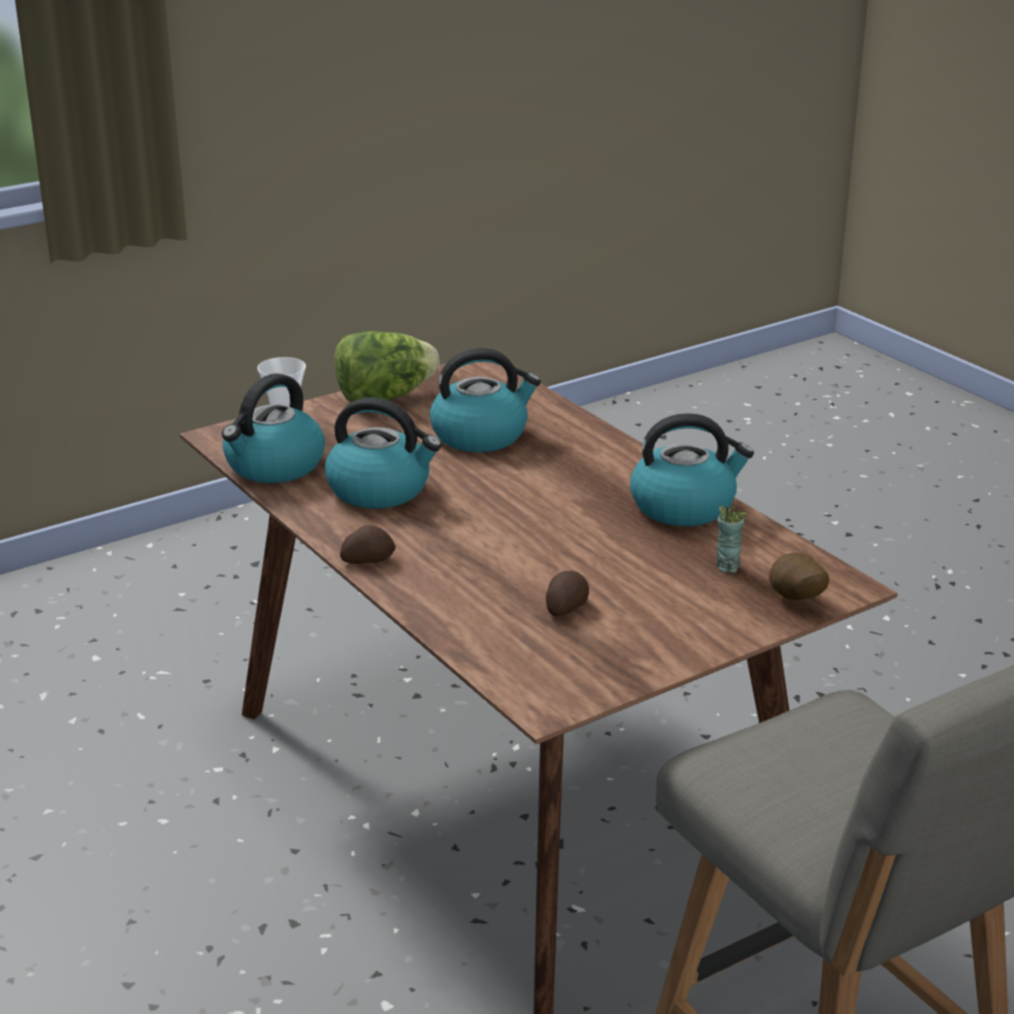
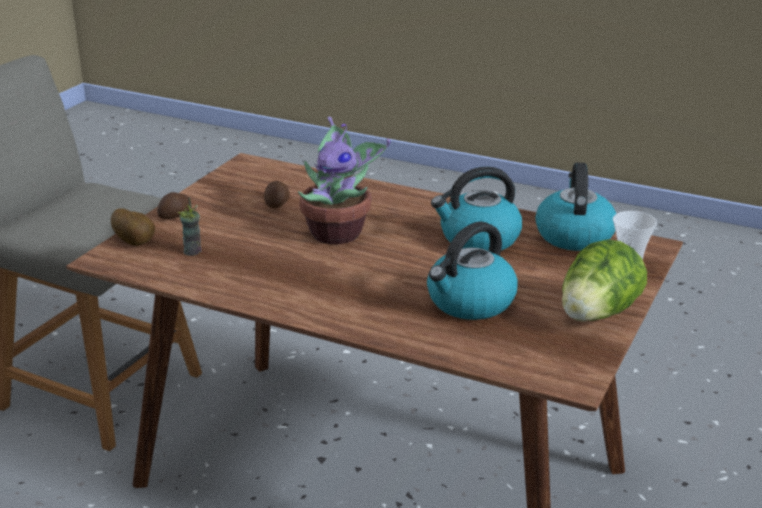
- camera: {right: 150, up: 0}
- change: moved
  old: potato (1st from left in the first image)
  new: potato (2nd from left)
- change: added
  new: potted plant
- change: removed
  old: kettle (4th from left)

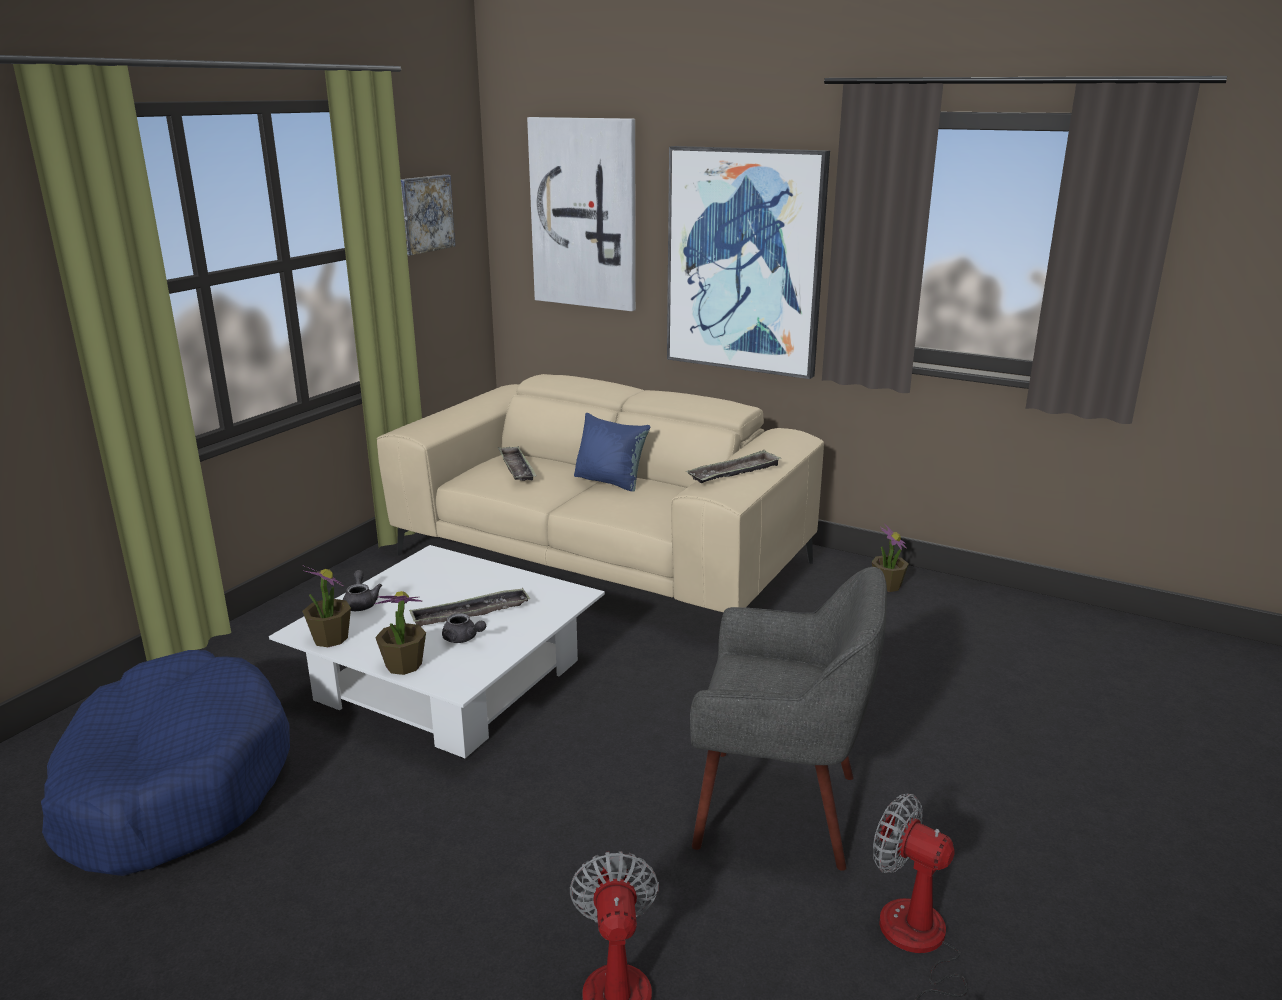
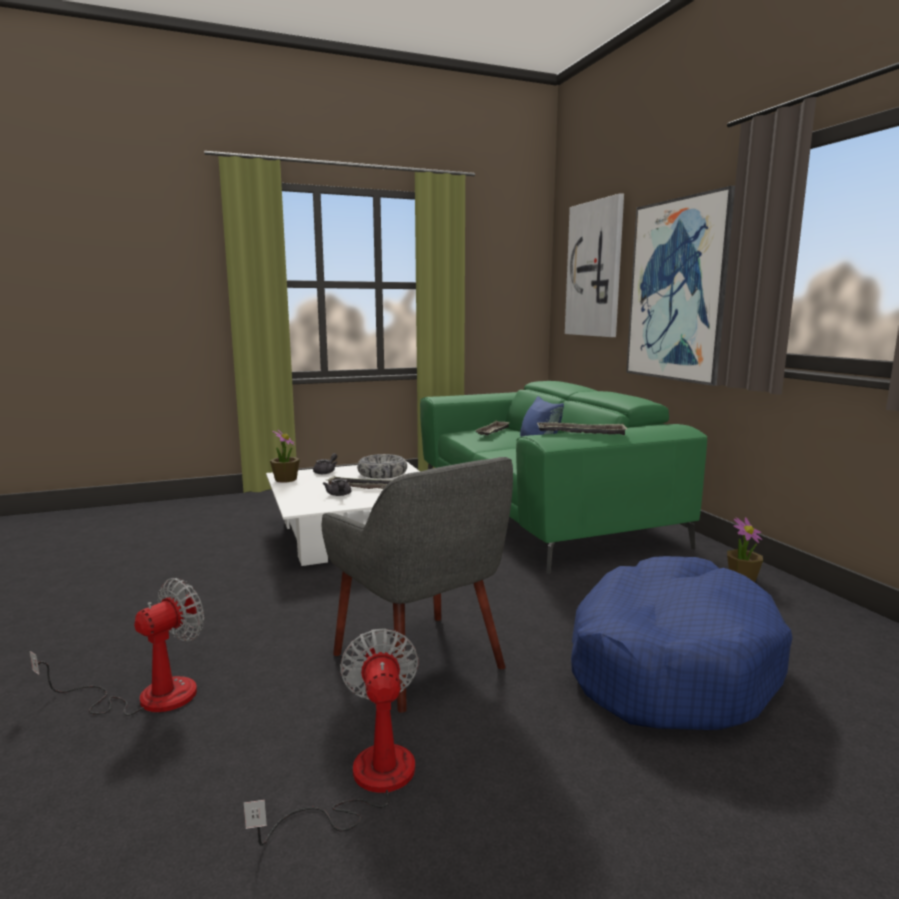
- camera: {right: 40, up: -10}
- change: added
  new: bowl
- change: recoloured
  old: beige sofa
  new: green sofa
- change: moved
  old: blue dog bed
- change: removed
  old: potted plant (2nd from left)
- change: removed
  old: picture (1st from left)

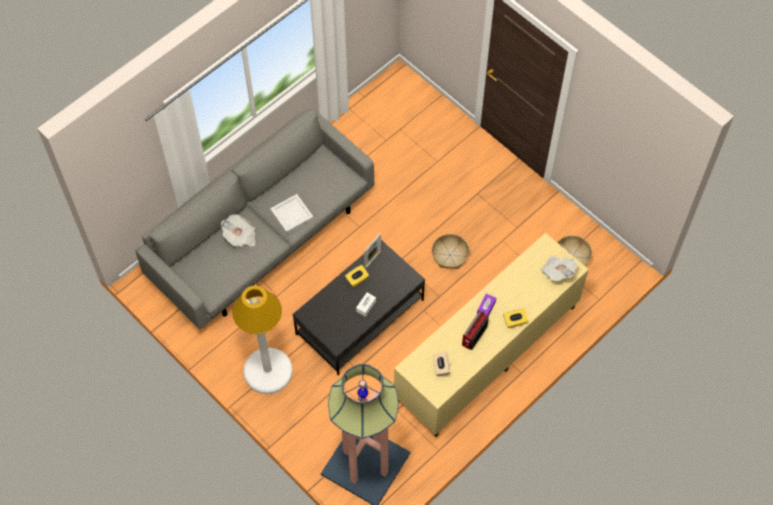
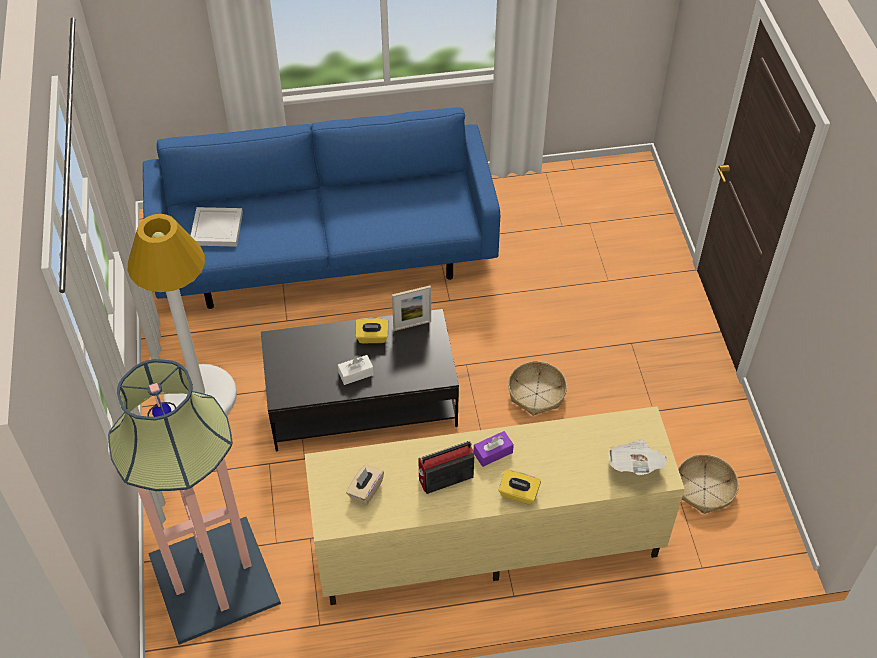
- camera: {right: 35, up: -10}
- change: recoloured
  old: grey sofa
  new: blue sofa
- change: moved
  old: white tray
- change: removed
  old: newspaper (1st from left)

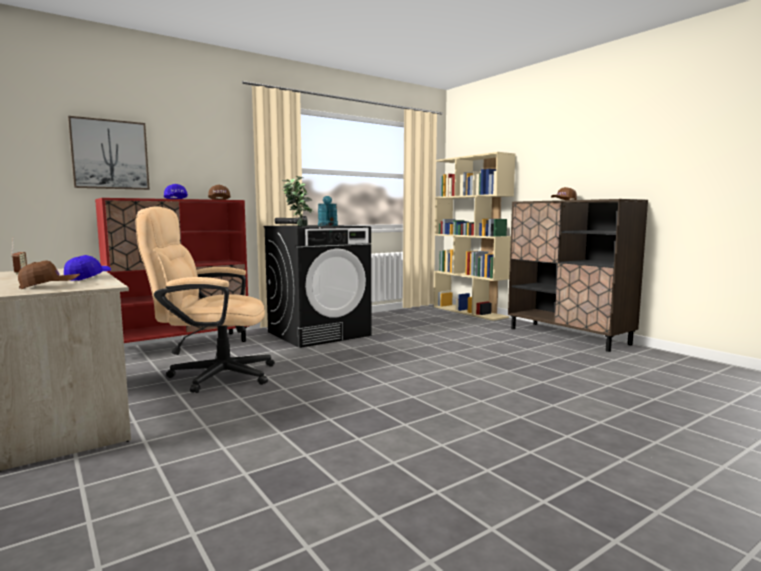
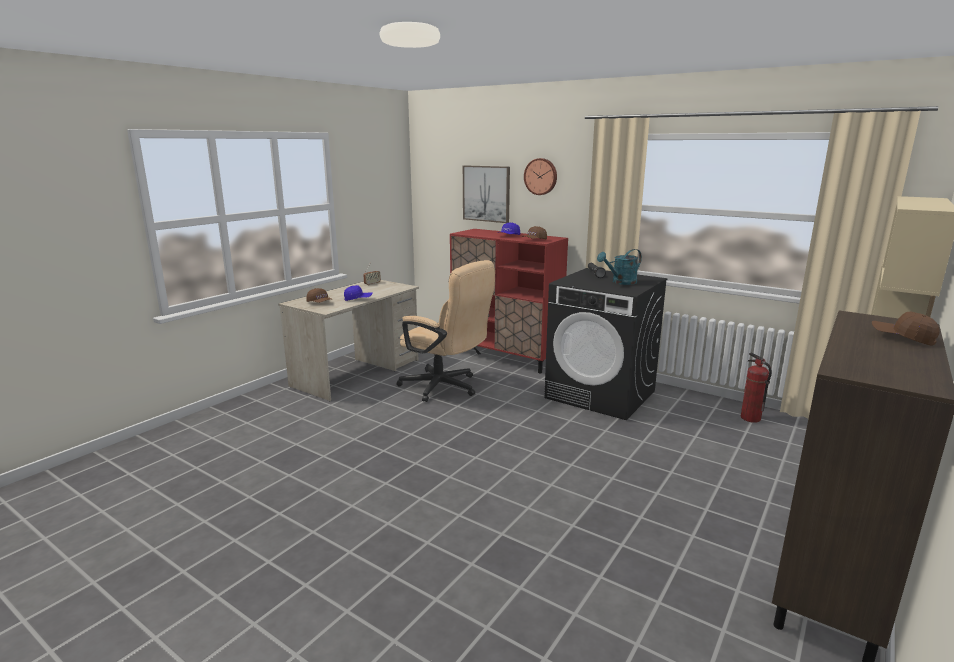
- camera: {right: 70, up: 10}
- change: turned
  old: beige office chair
  degrees: 150
- change: added
  new: wall clock
- change: added
  new: fire extinguisher
- change: removed
  old: potted plant

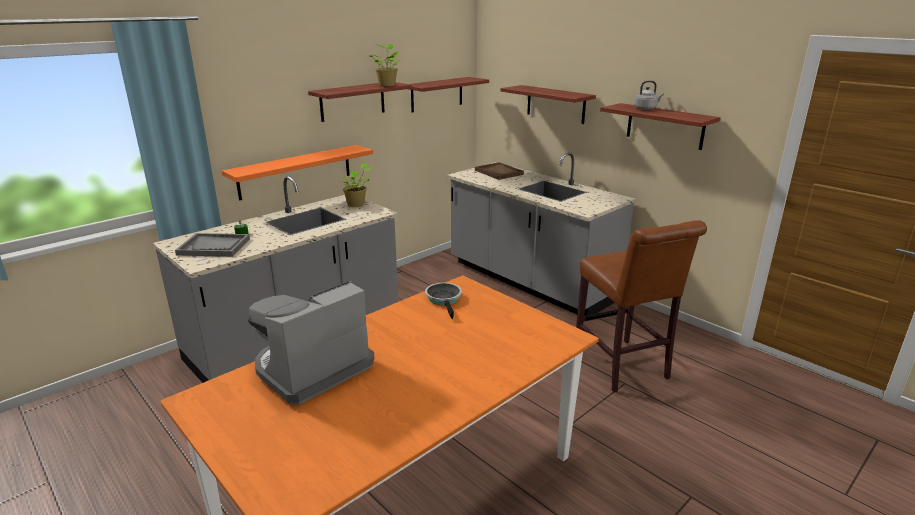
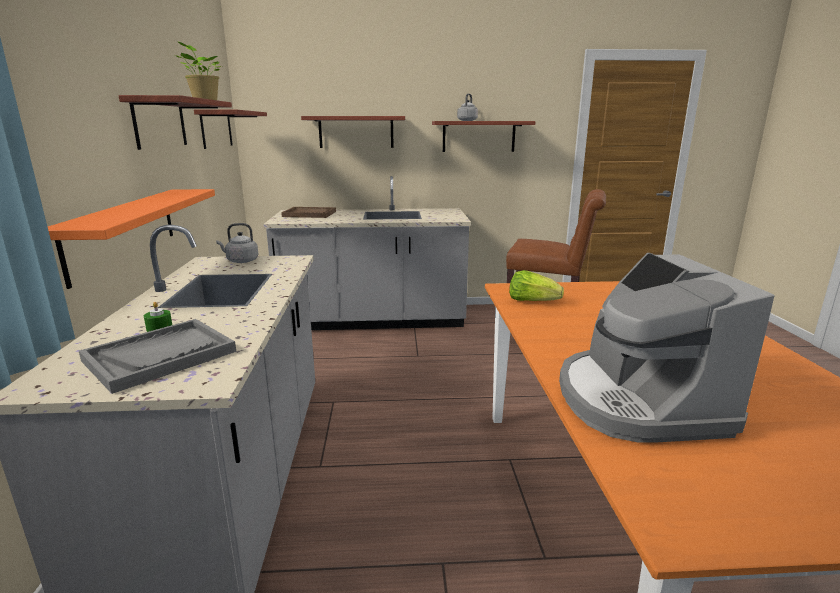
- camera: {right: -50, up: -5}
- change: replaced
  old: potted plant (1st from left)
  new: grey kettle (1st from left)
- change: replaced
  old: frying pan
  new: lettuce

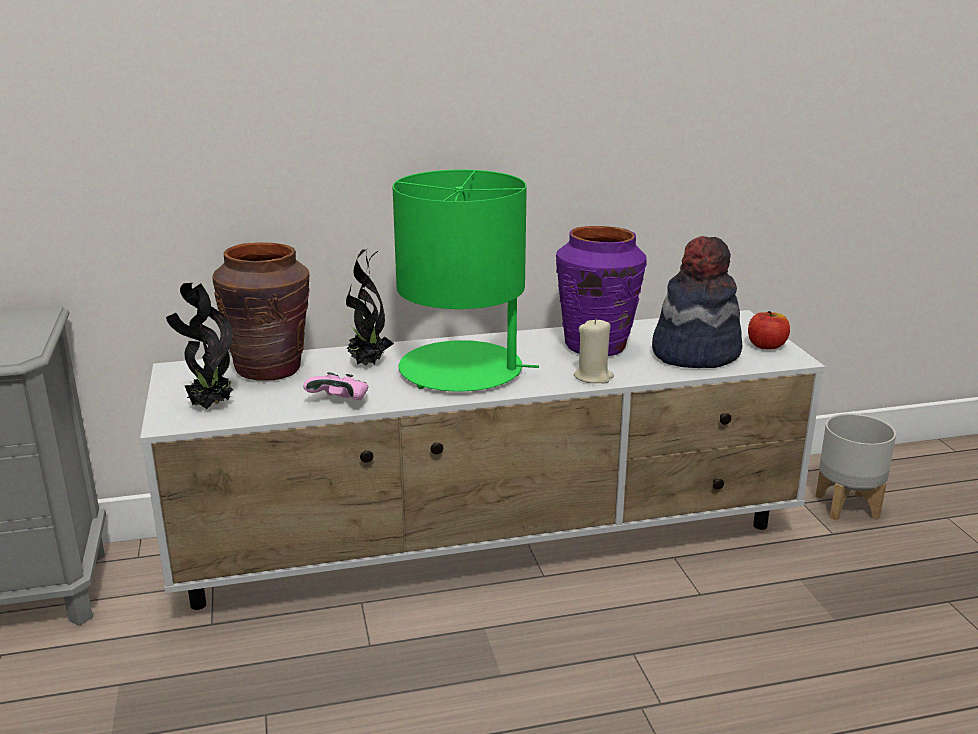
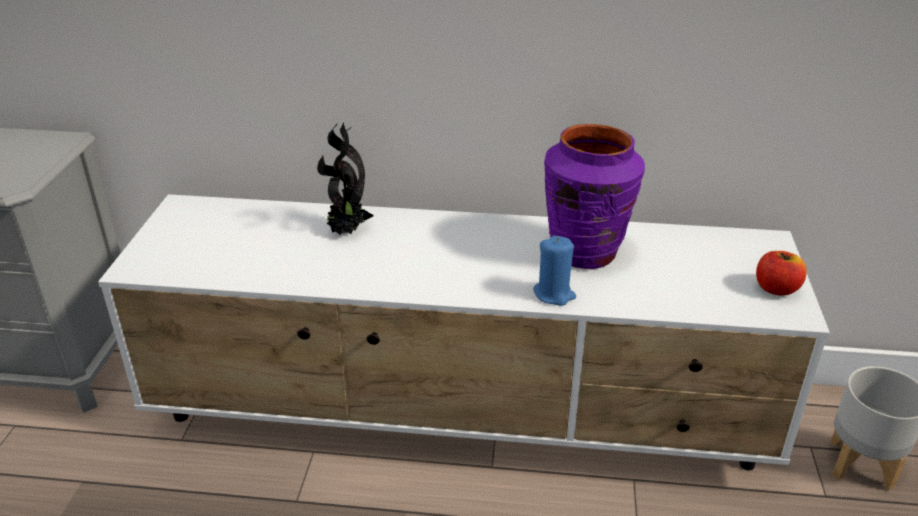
- camera: {right: 20, up: 10}
- change: recoloured
  old: beige candle
  new: blue candle
- change: removed
  old: potted plant (1st from left)
- change: removed
  old: brown vase
- change: removed
  old: pink game controller
- change: removed
  old: green table lamp
- change: removed
  old: hat

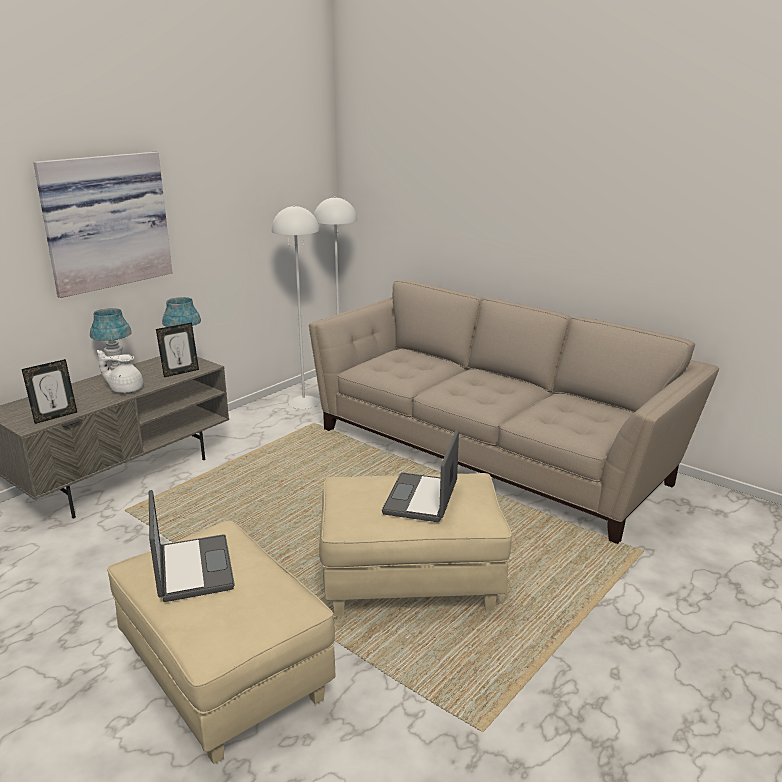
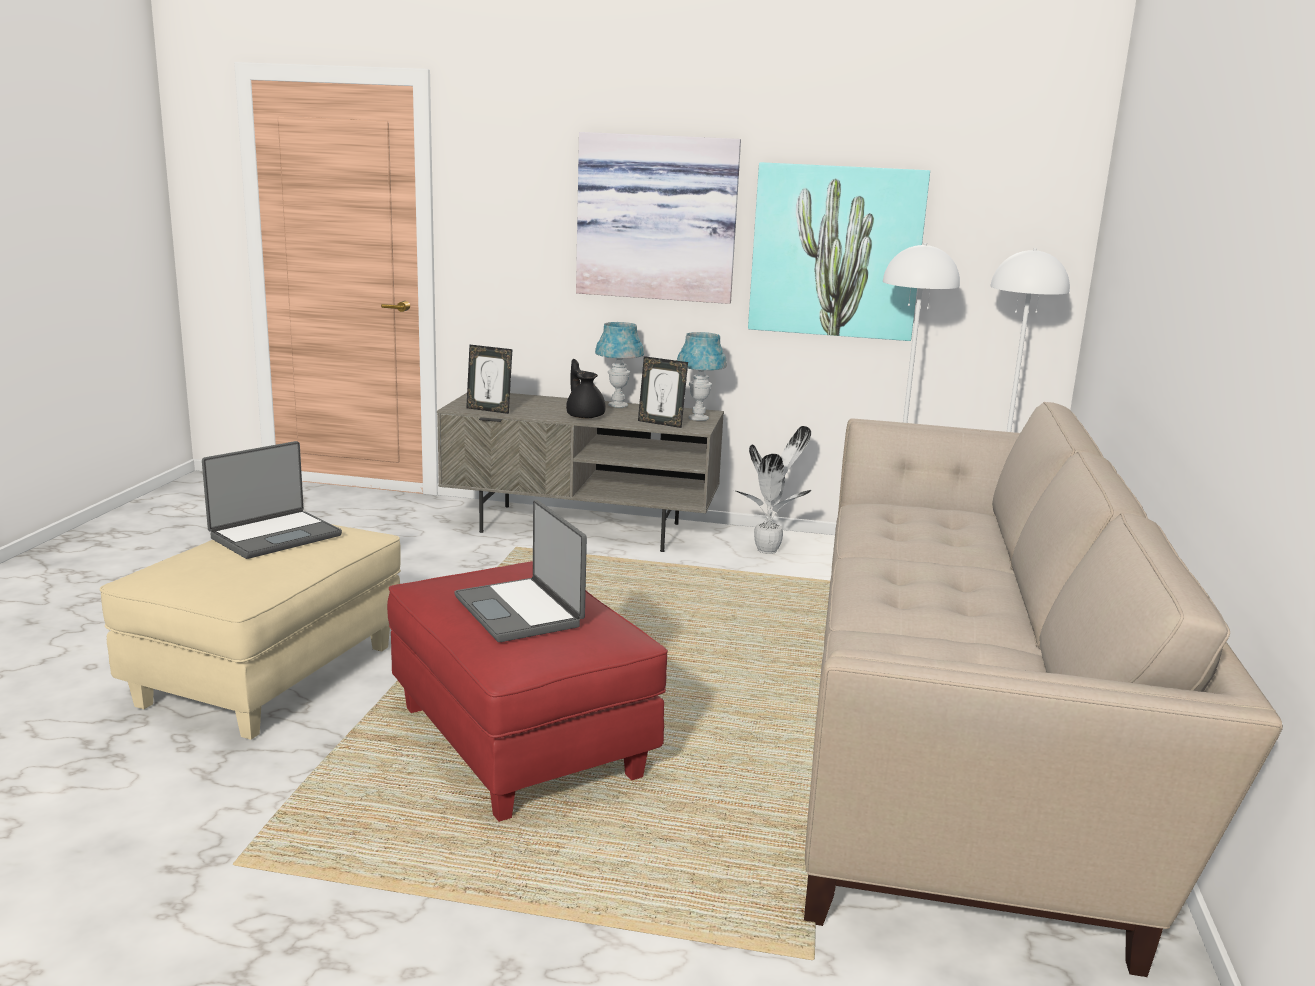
- camera: {right: 60, up: -5}
- change: recoloured
  old: beige ottoman (2nd from left)
  new: red ottoman
- change: turned
  old: laptop (2nd from left)
  degrees: -105
- change: recoloured
  old: white teapot
  new: black teapot
- change: added
  new: potted plant
- change: added
  new: picture (2nd from left)

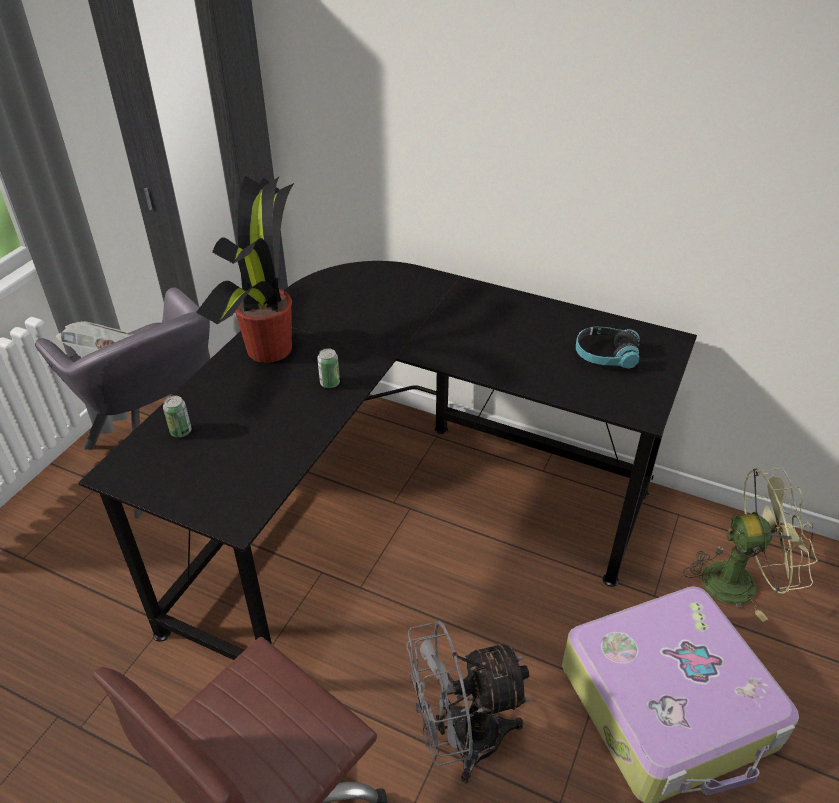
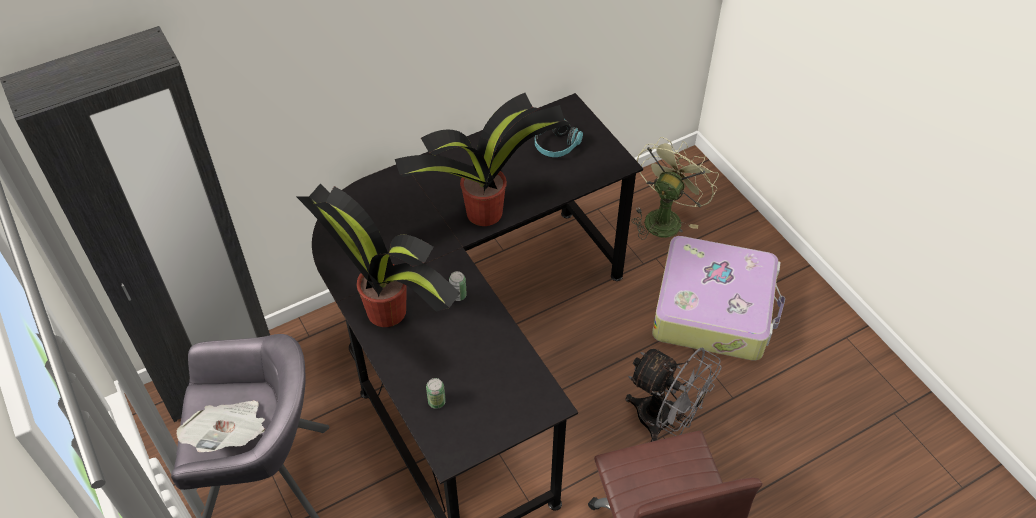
- camera: {right: -55, up: 10}
- change: added
  new: potted plant (2nd from left)
- change: turned
  old: grey fan
  degrees: -75

